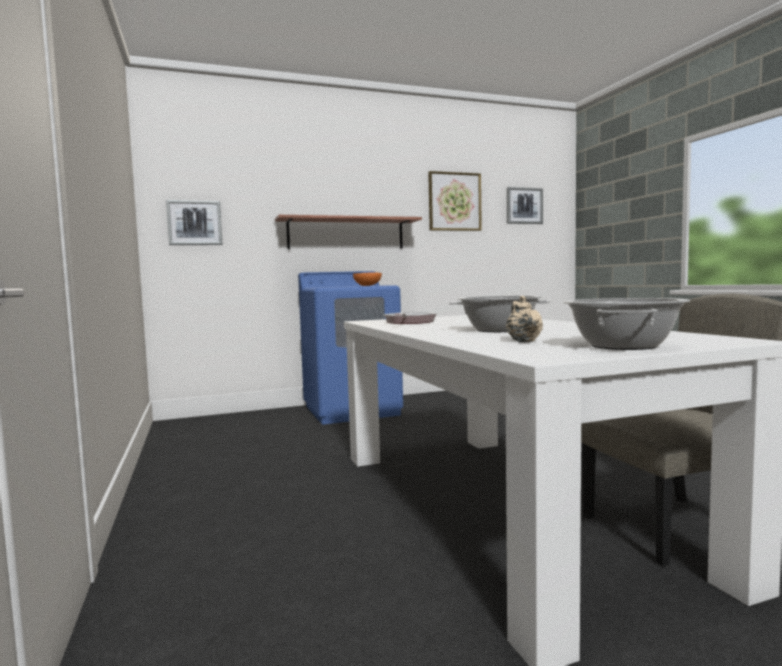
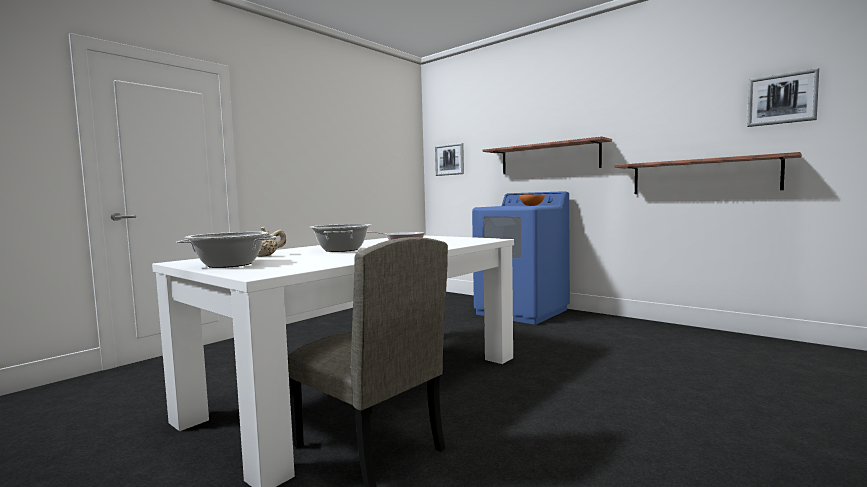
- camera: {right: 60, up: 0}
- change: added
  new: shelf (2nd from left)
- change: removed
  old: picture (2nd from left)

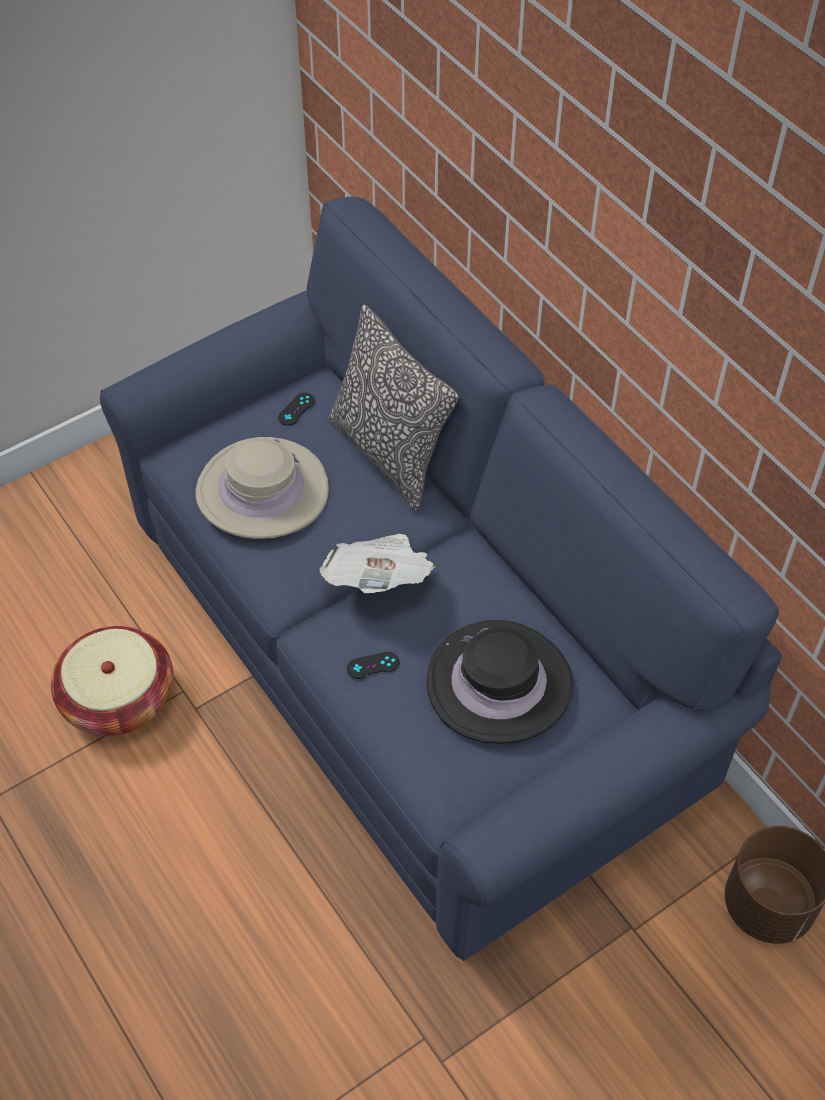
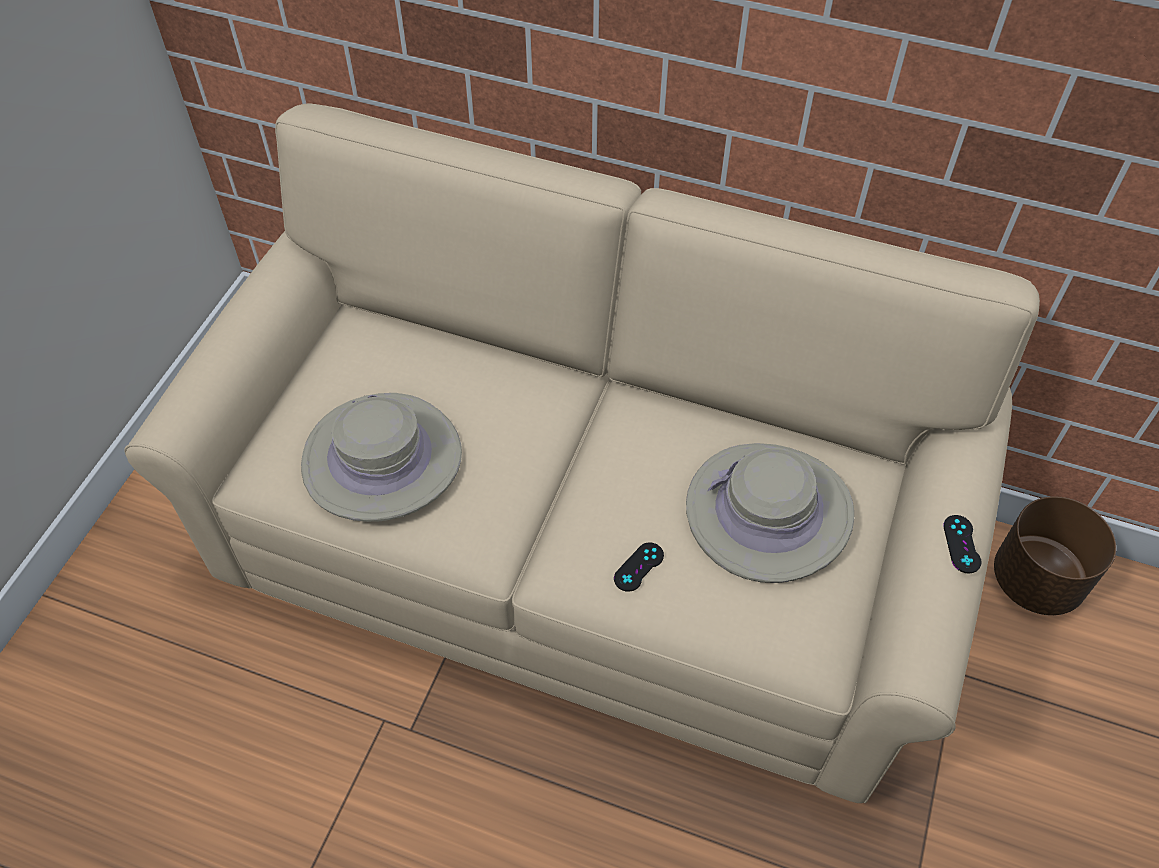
- camera: {right: -35, up: 0}
- change: recoloured
  old: blue sofa
  new: beige sofa
- change: recoloured
  old: black hat
  new: beige hat (2nd from left)
- change: moved
  old: black game controller (1st from left in the first image)
  new: black game controller (2nd from left)
- change: removed
  old: basket
- change: removed
  old: newspaper
- change: removed
  old: pillow

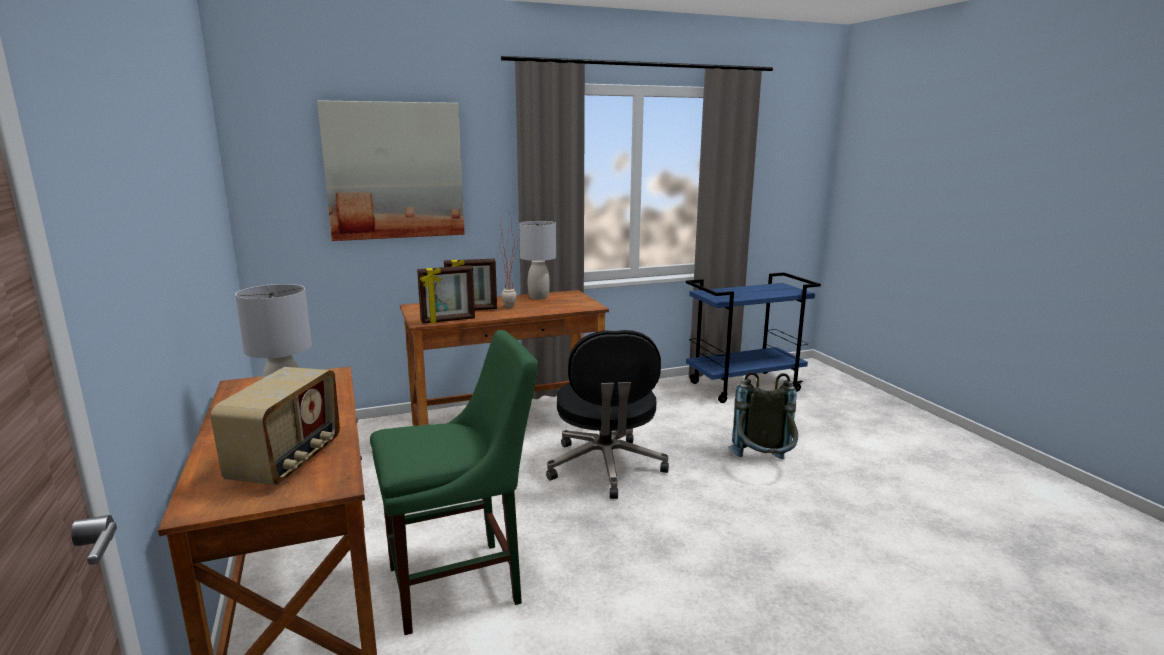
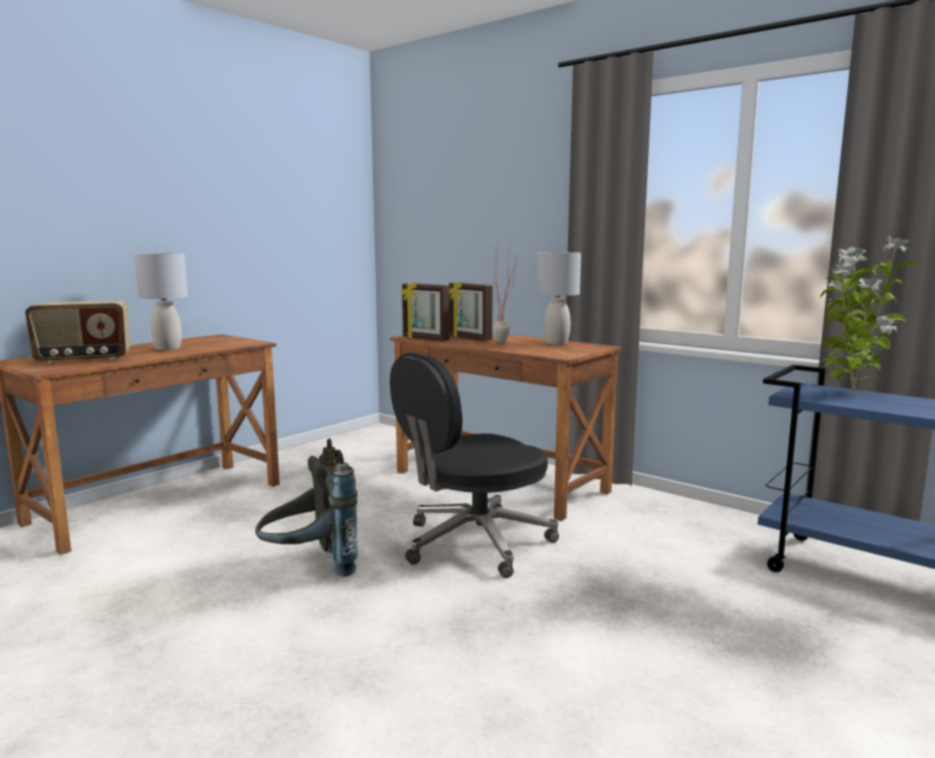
- camera: {right: 60, up: -5}
- change: moved
  old: grey backpack
- change: added
  new: potted plant (2nd from left)
- change: removed
  old: picture
- change: removed
  old: green chair

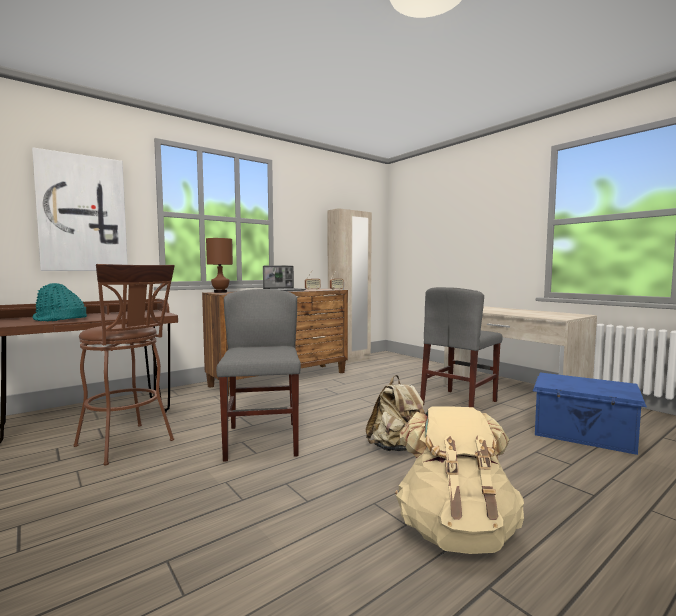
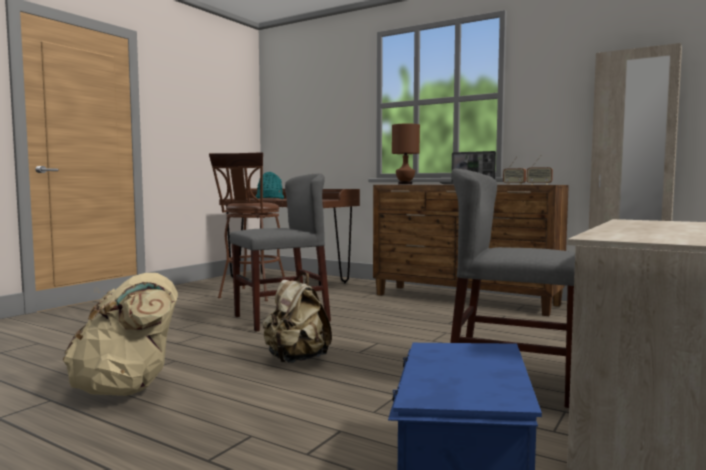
- camera: {right: 70, up: 0}
- change: removed
  old: picture

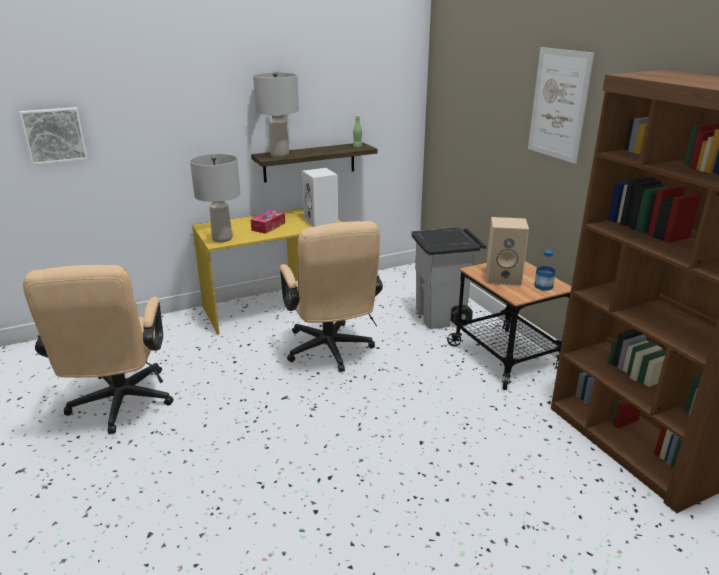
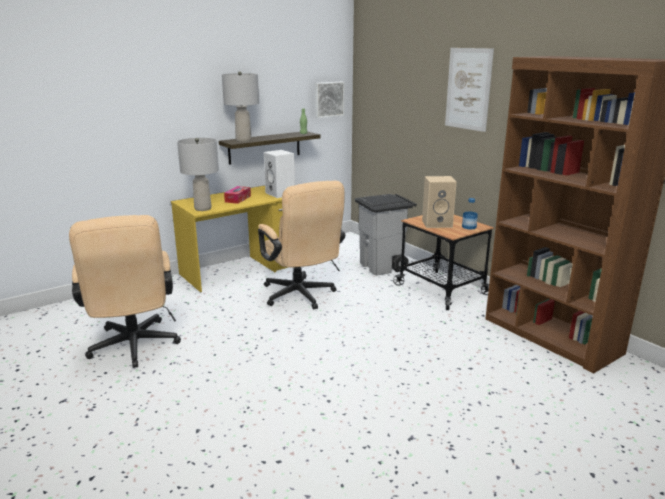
- camera: {right: -10, up: -5}
- change: moved
  old: picture (1st from left)

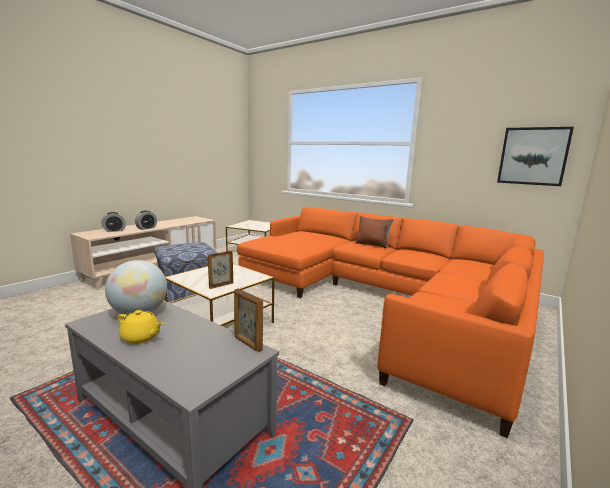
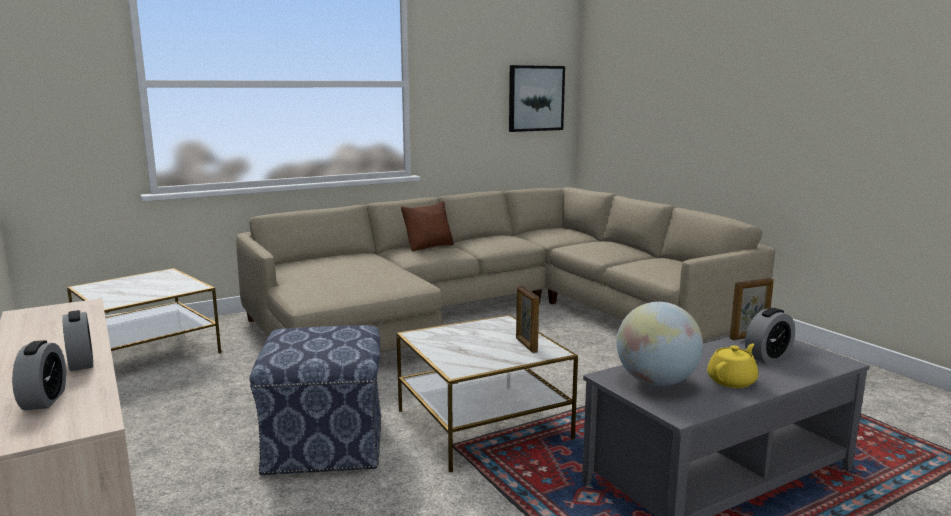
- camera: {right: -65, up: 0}
- change: recoloured
  old: orange sofa
  new: beige sofa
- change: added
  new: alarm clock (3rd from left)

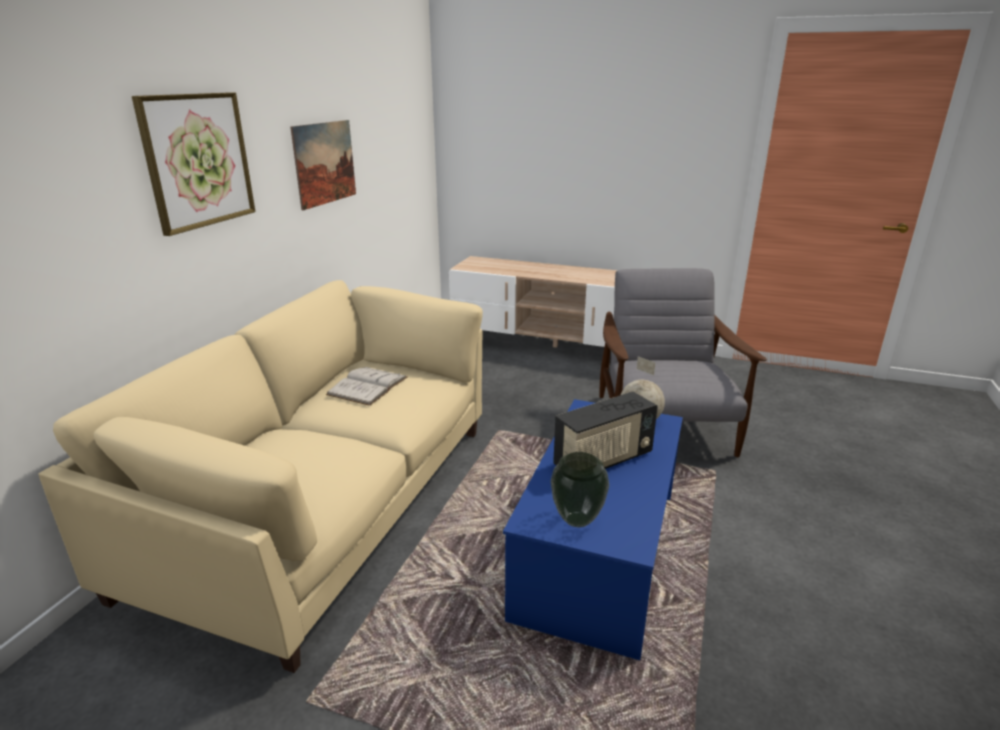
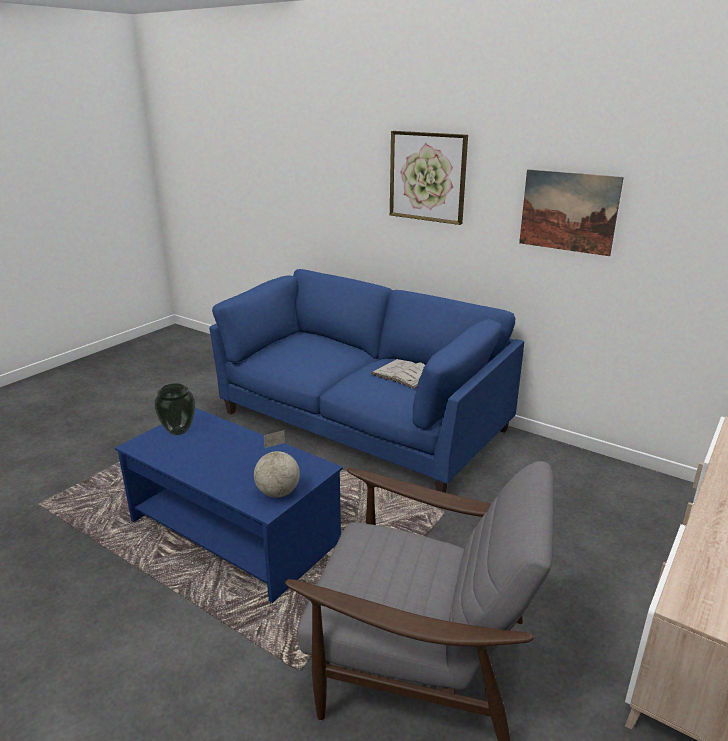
- camera: {right: 105, up: 0}
- change: recoloured
  old: beige sofa
  new: blue sofa
- change: removed
  old: radio

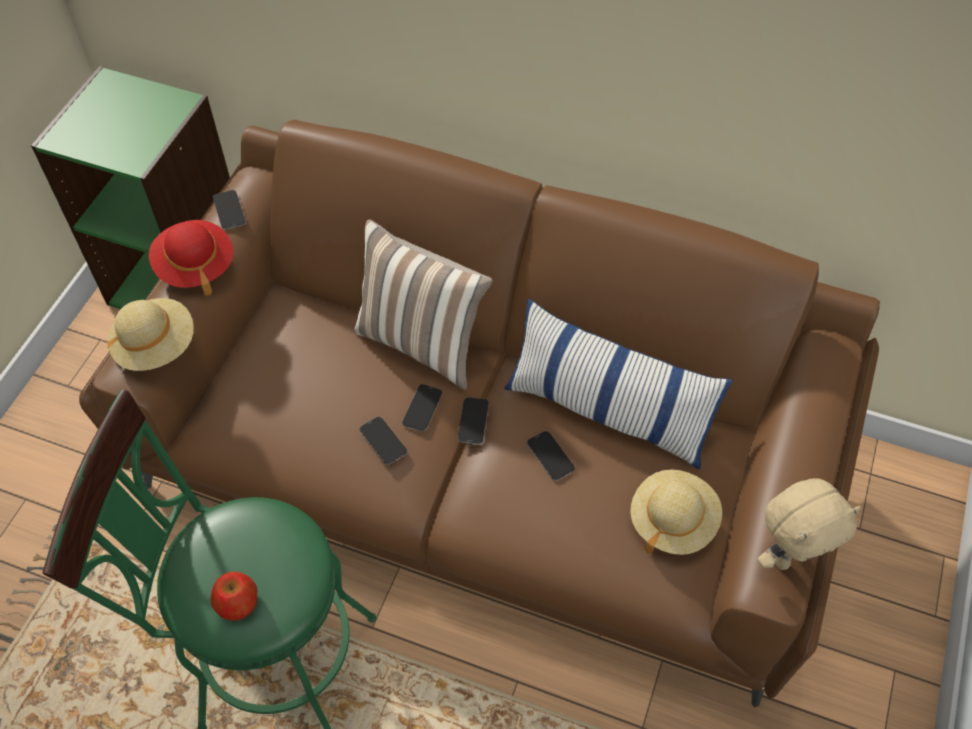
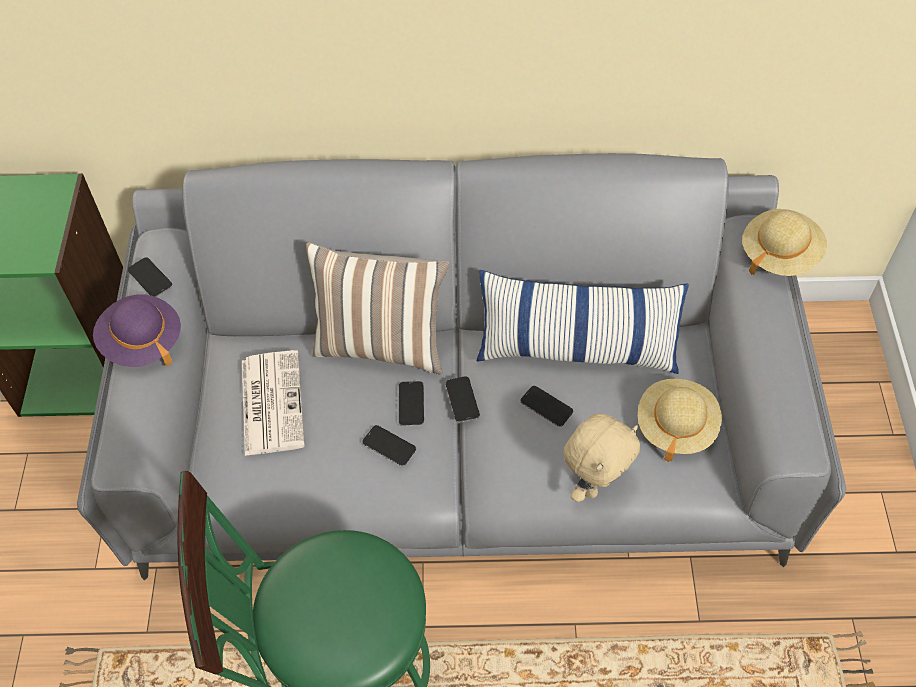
- camera: {right: -20, up: 0}
- change: recoloured
  old: brown sofa
  new: grey sofa
- change: recoloured
  old: red hat
  new: purple hat
- change: added
  new: newspaper
- change: moved
  old: beige plush toy
- change: moved
  old: beige hat (1st from left in the first image)
  new: beige hat (2nd from left)
- change: removed
  old: apple

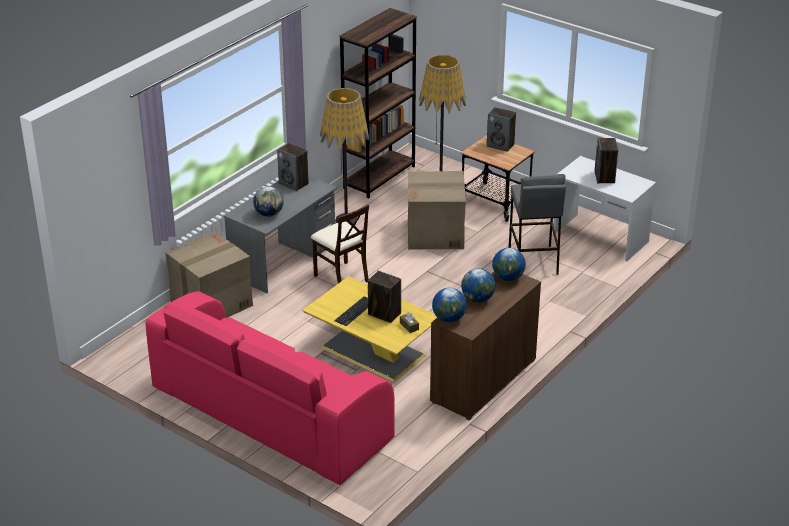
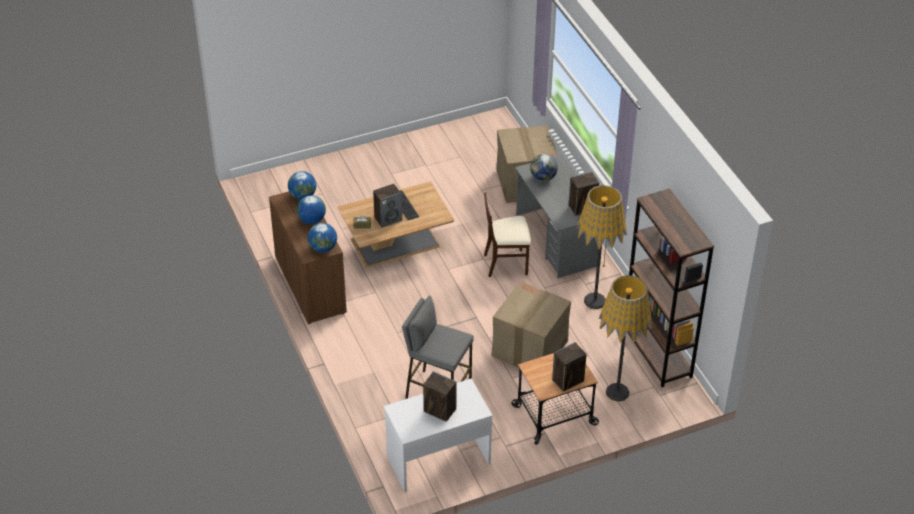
- camera: {right: 120, up: 10}
- change: recoloured
  old: yellow coffee table
  new: brown coffee table
- change: removed
  old: pink sofa

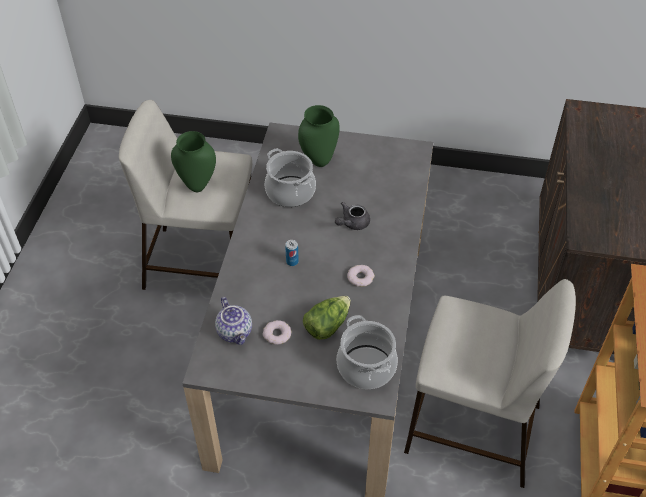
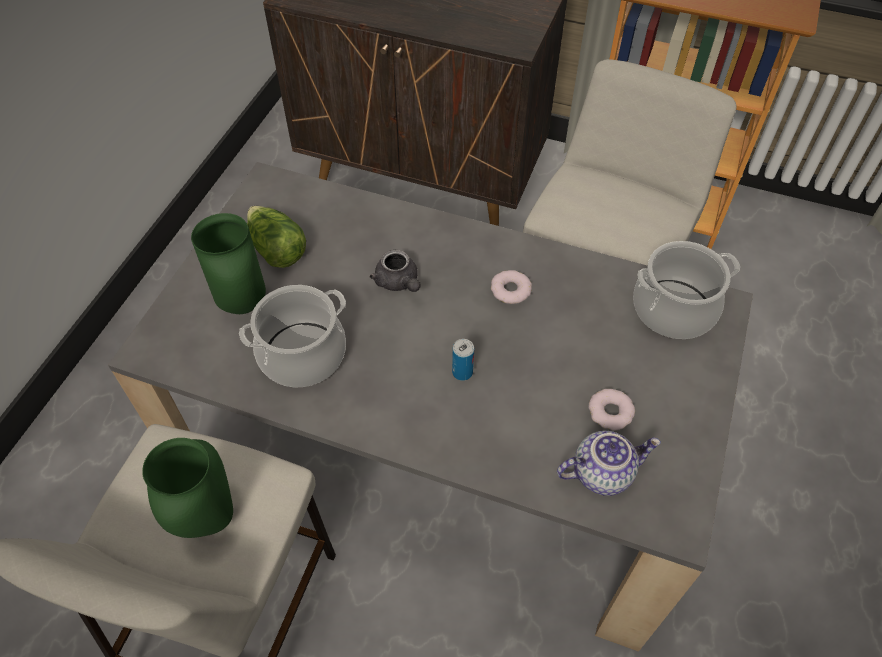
- camera: {right: -80, up: 5}
- change: moved
  old: lettuce

